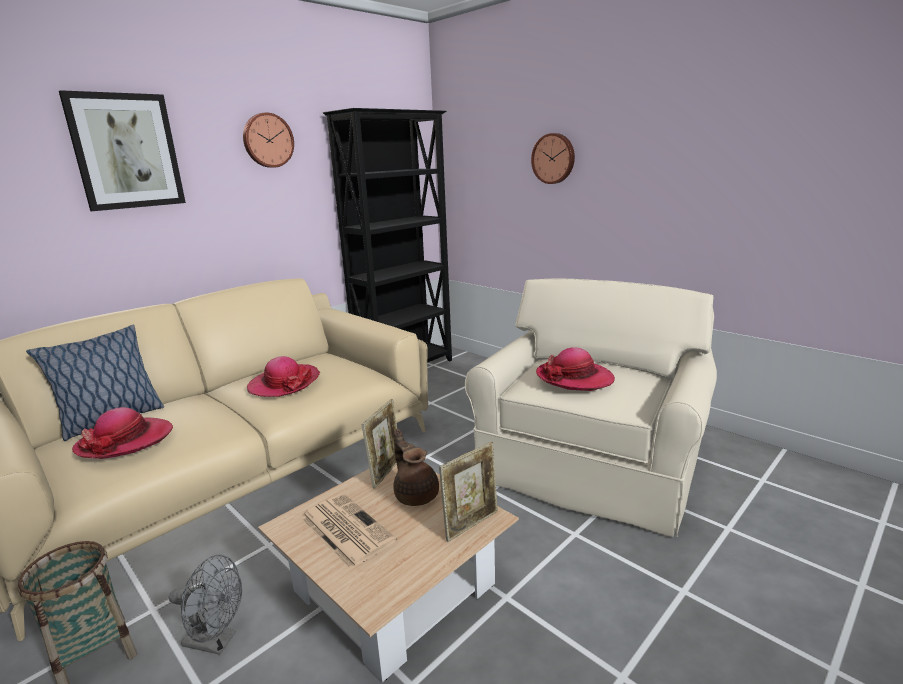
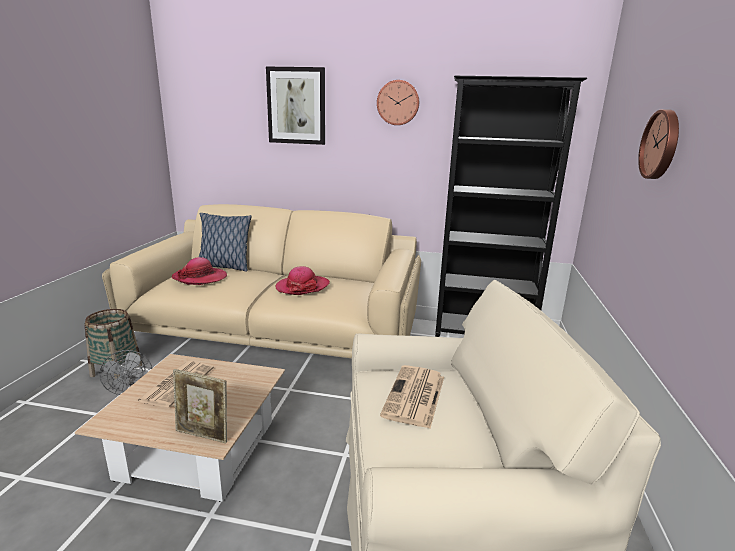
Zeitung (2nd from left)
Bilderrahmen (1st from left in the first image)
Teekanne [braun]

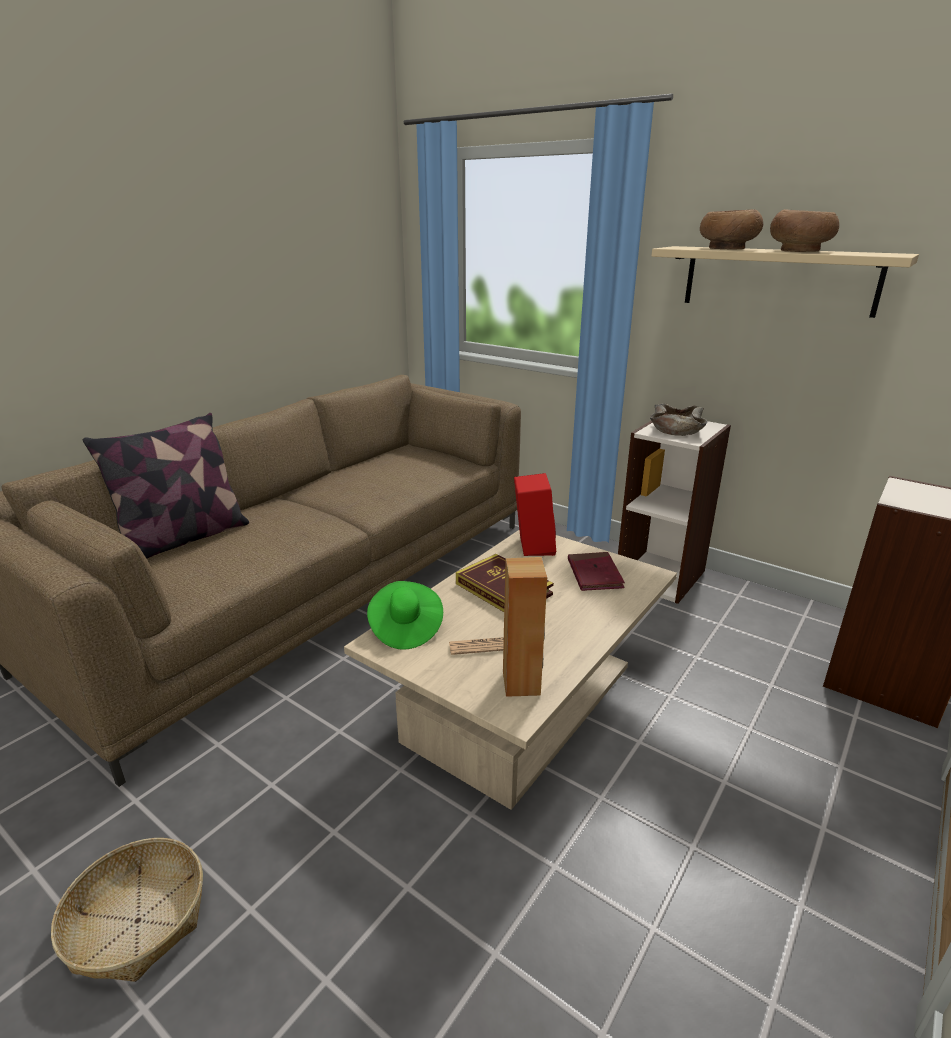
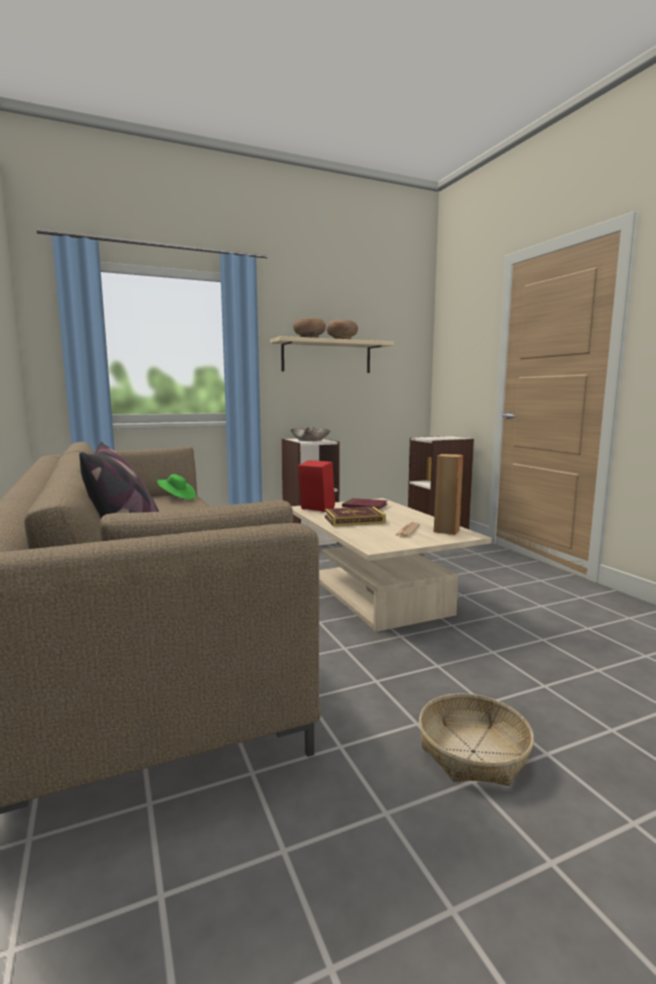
Hut [grün]

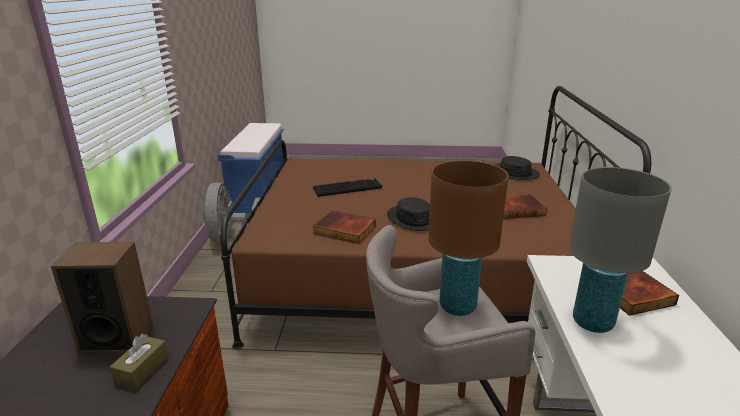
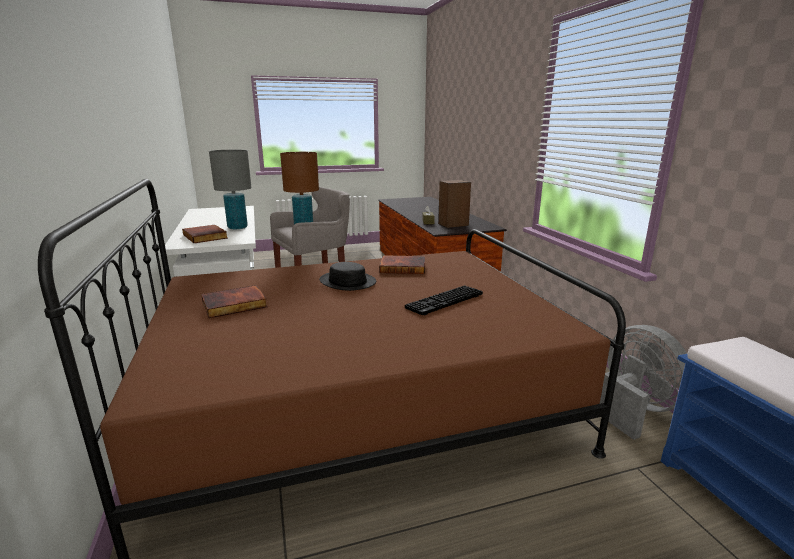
Hut [schwarz] (2nd from left in the first image)

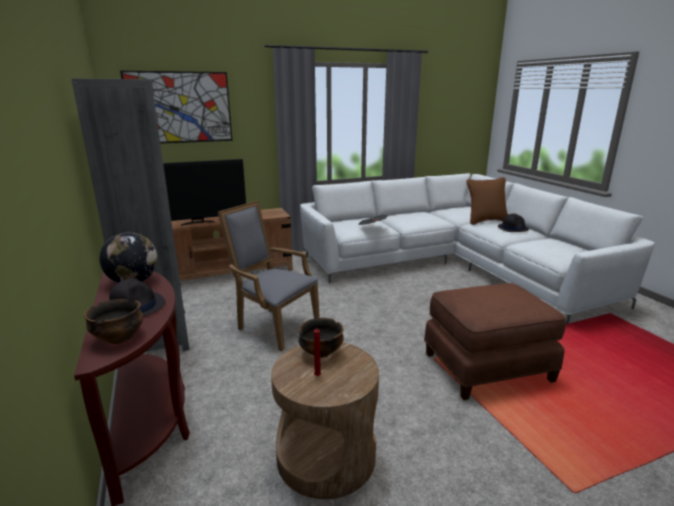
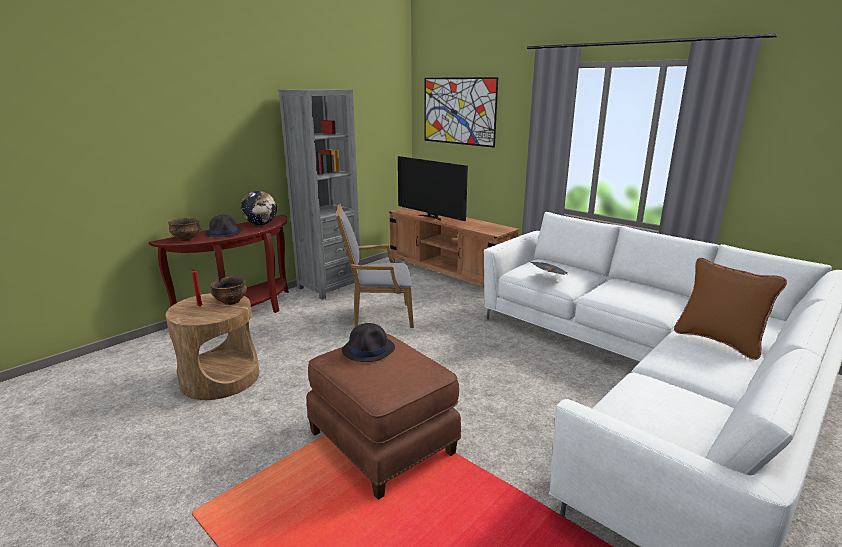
Sessel [grau]
Hut [schwarz] (2nd from left)

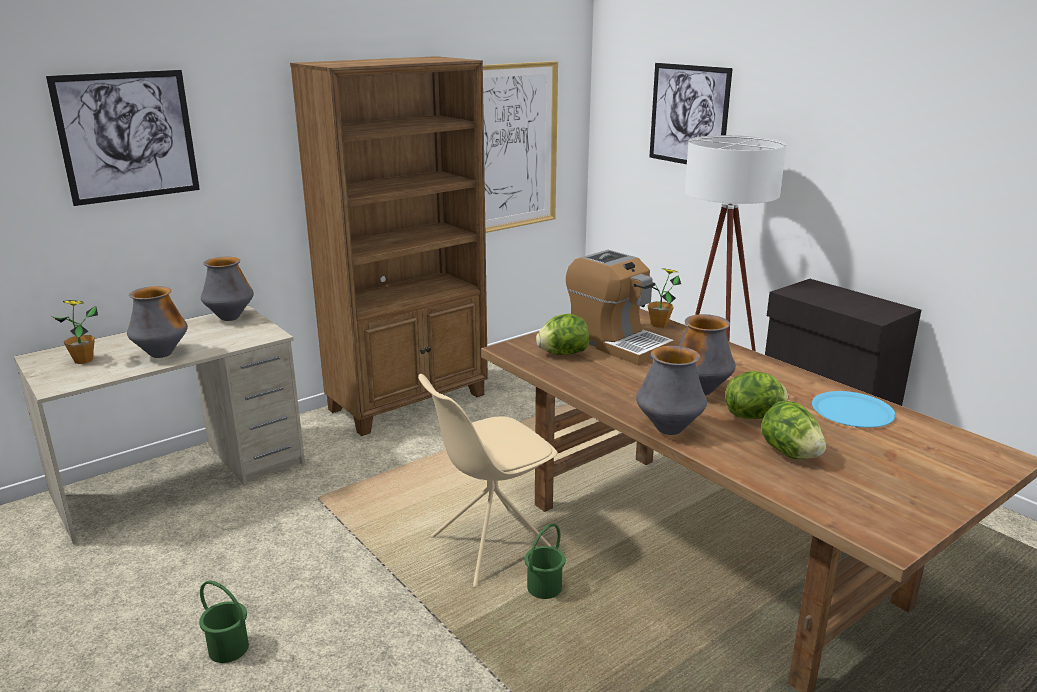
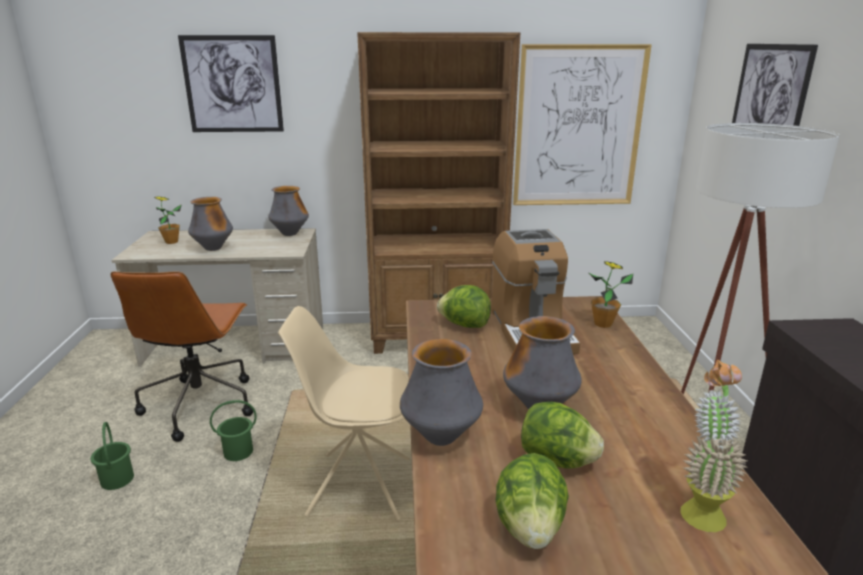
Bürostuhl [braun]
Eimer [grün] (2nd from left)
Topfpflanze (3rd from left)

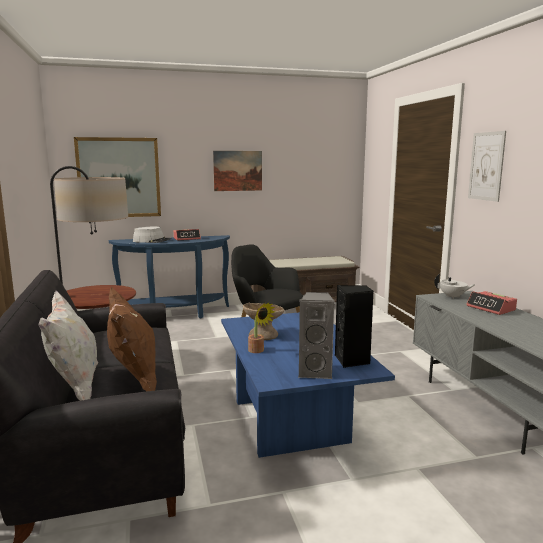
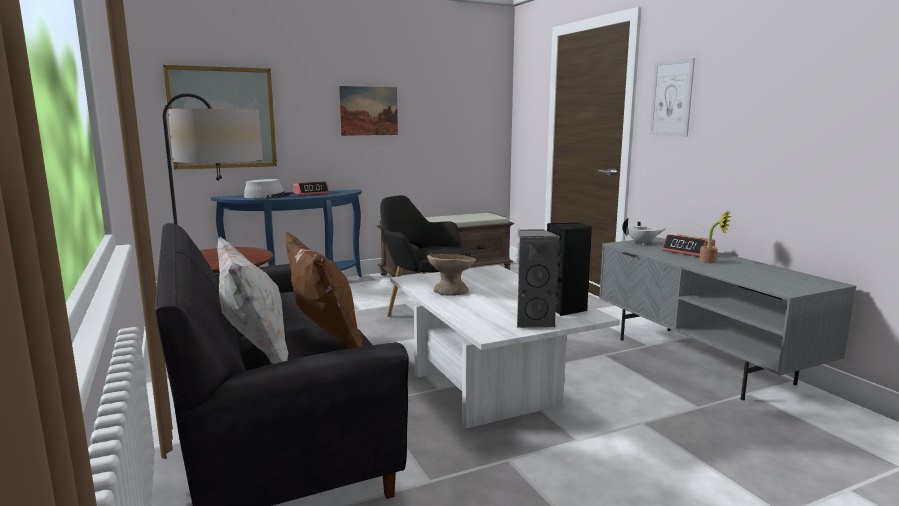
Couchtisch [weiß]
Topfpflanze

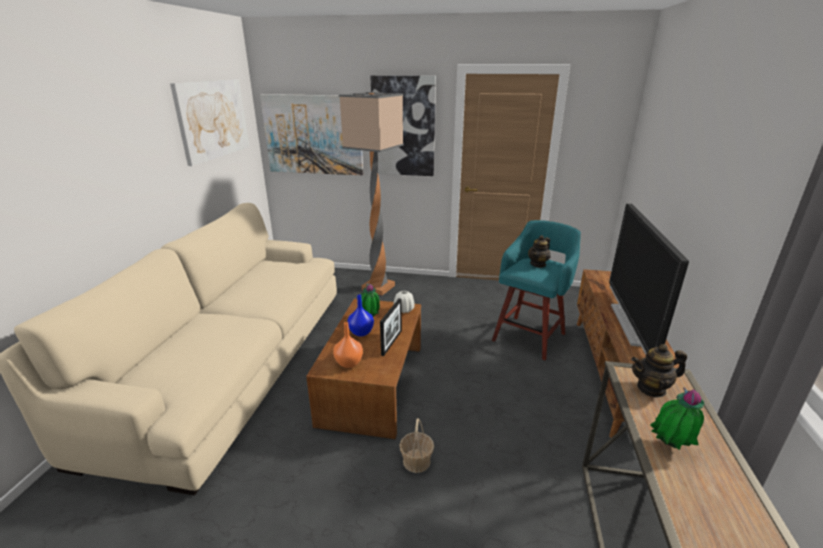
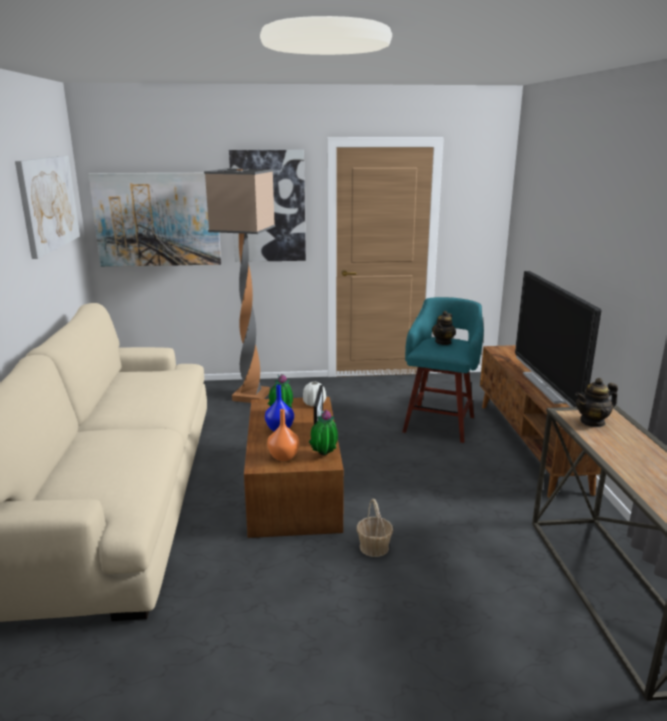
Topfpflanze (2nd from left)

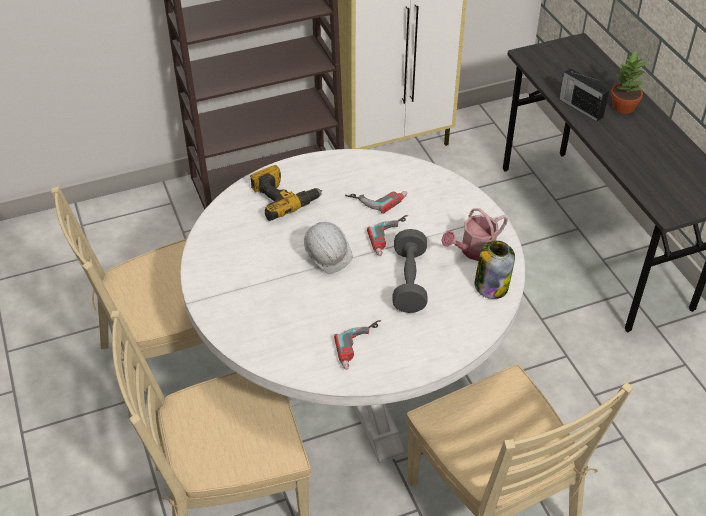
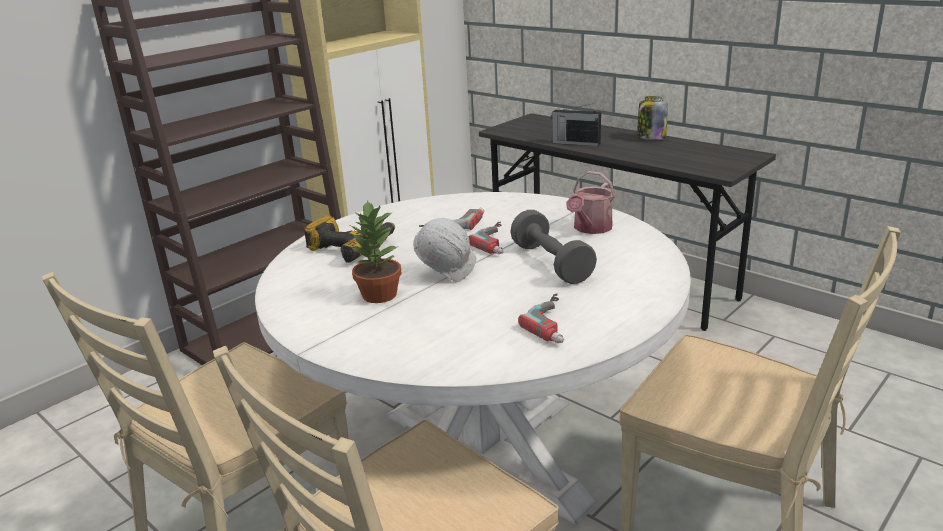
Topfpflanze
Vorratsglas

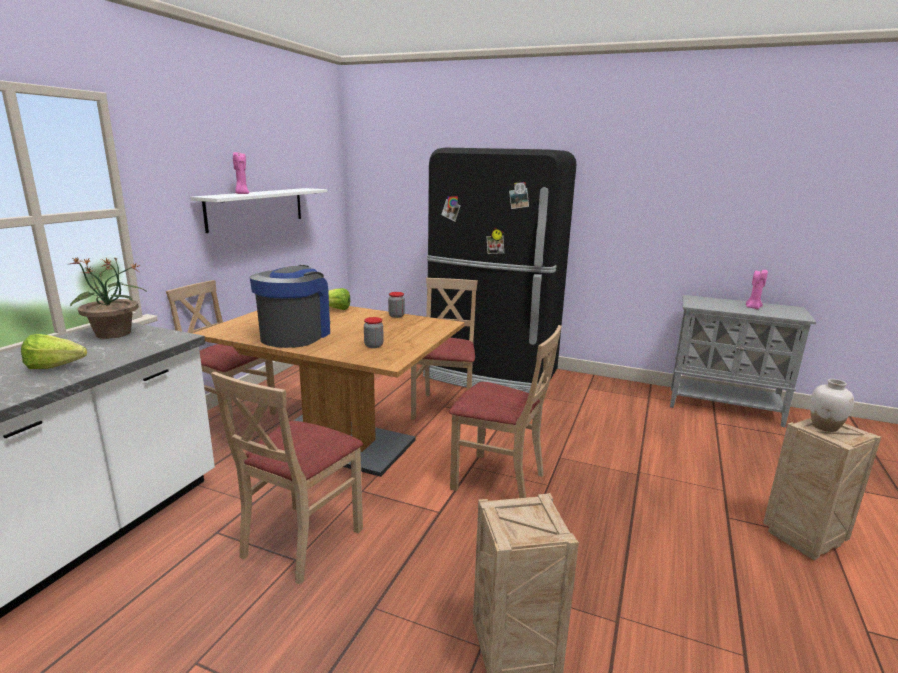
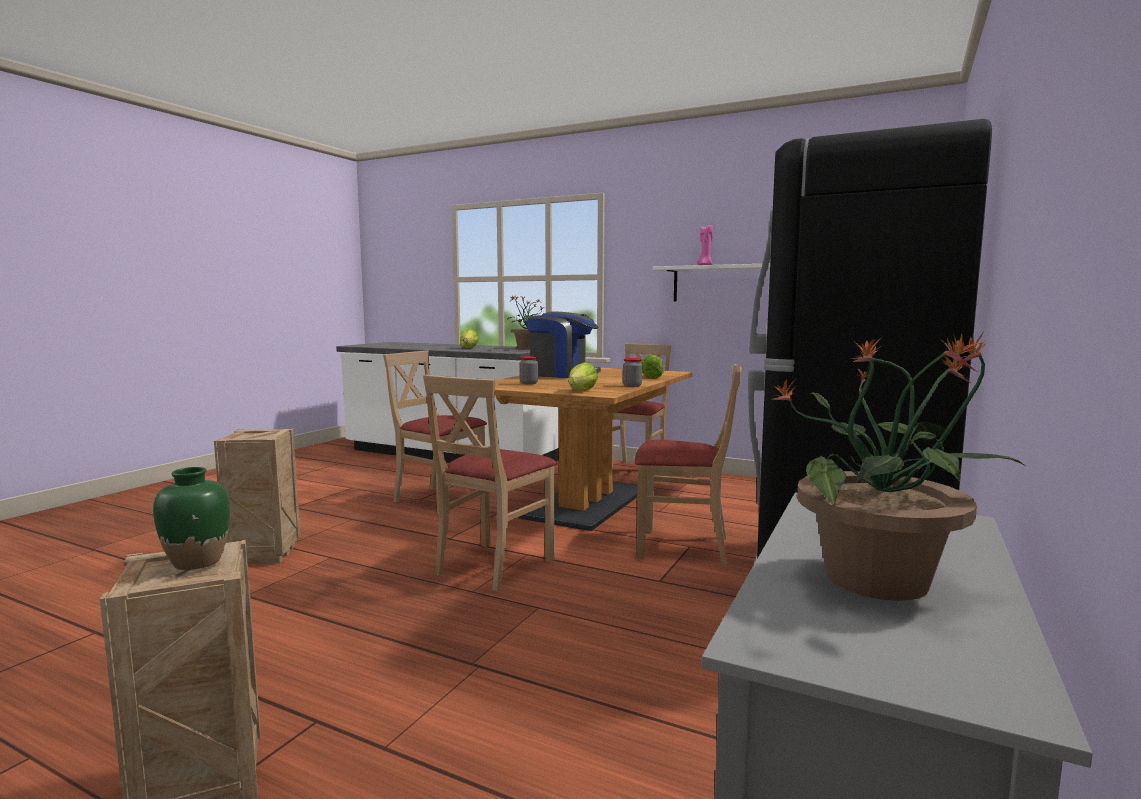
Vase [grün]
Salatkopf (2nd from left)
Topfpflanze (2nd from left)

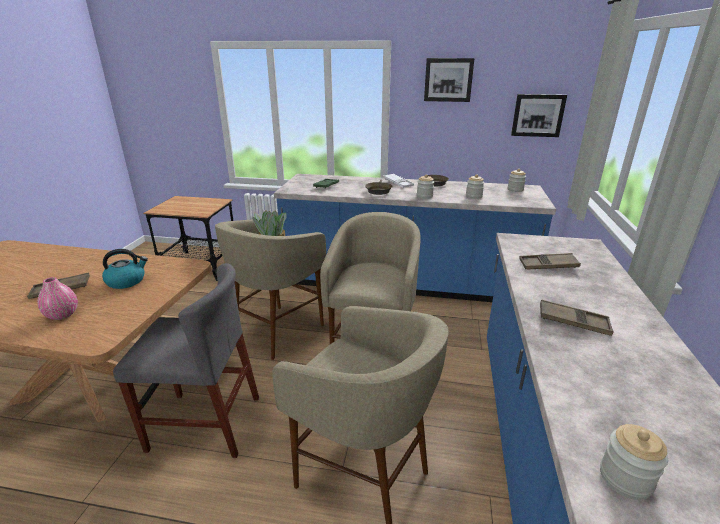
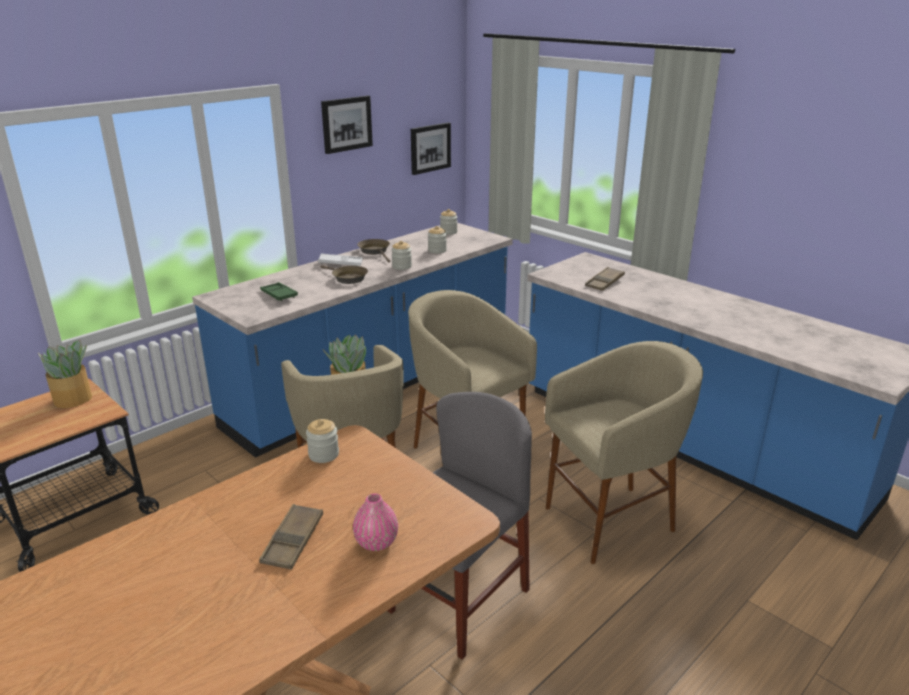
Topfpflanze (1st from left)
Vorratsglas (1st from left)
Wasserkessel
Tablett [braun] (3rd from left in the first image)

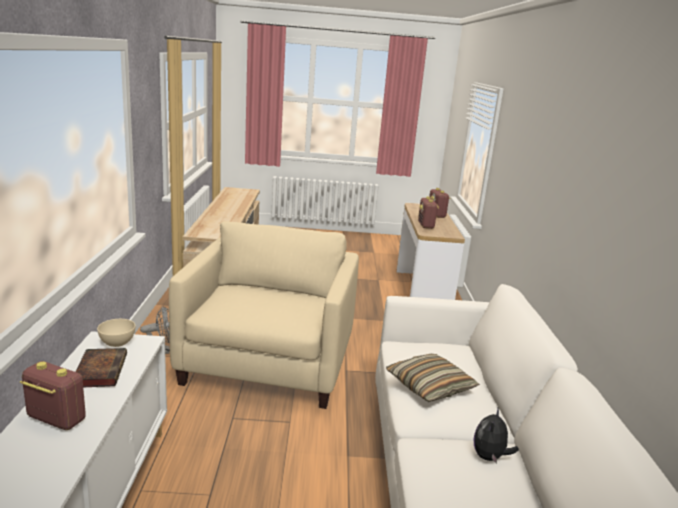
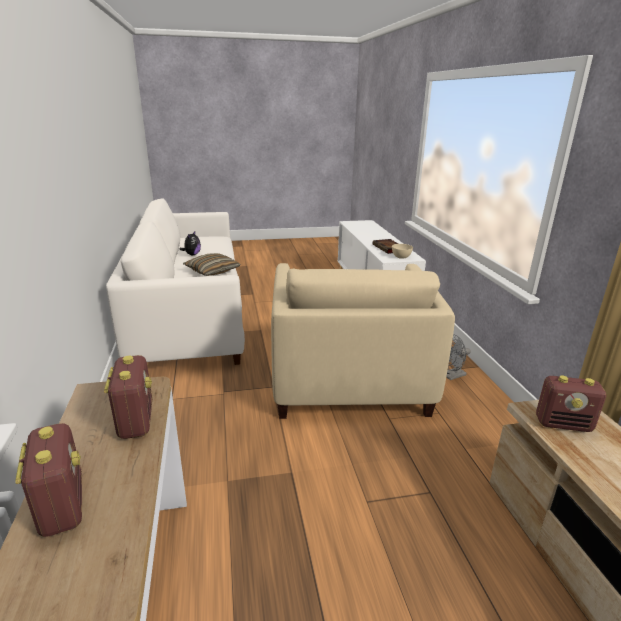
Radio (3rd from left)

